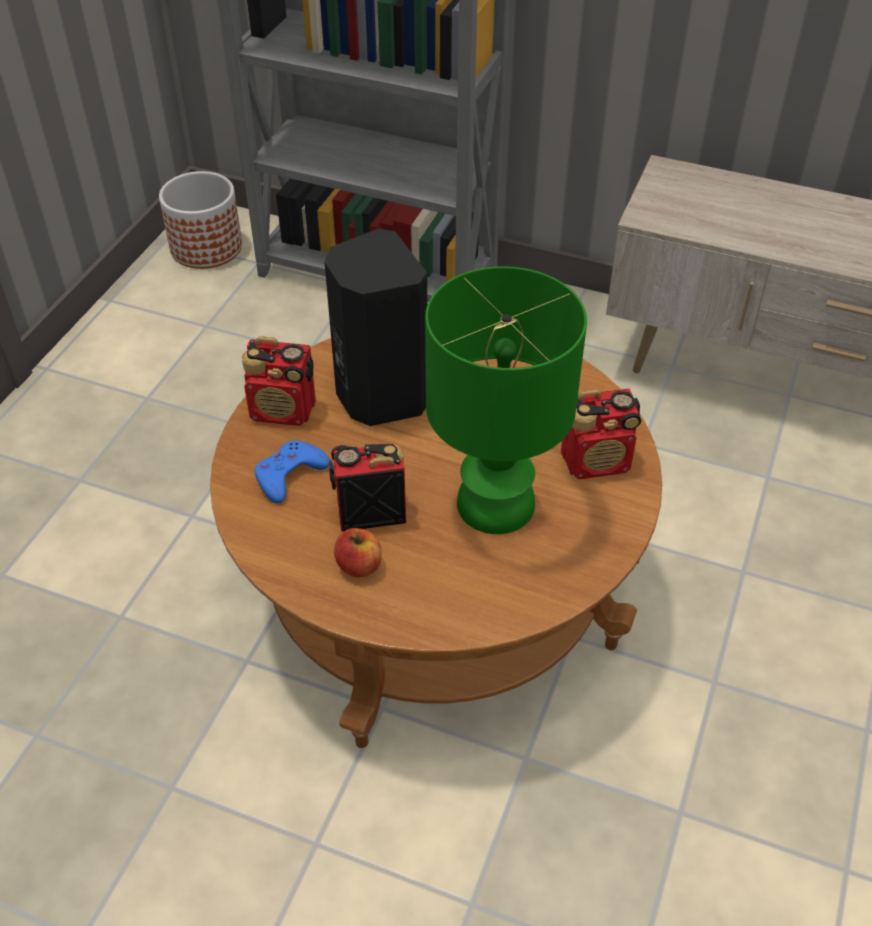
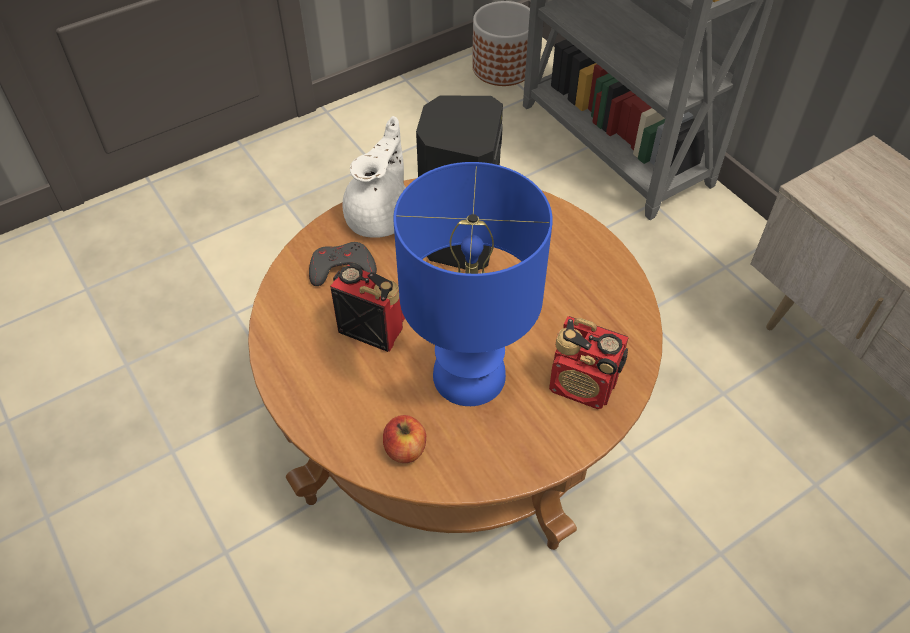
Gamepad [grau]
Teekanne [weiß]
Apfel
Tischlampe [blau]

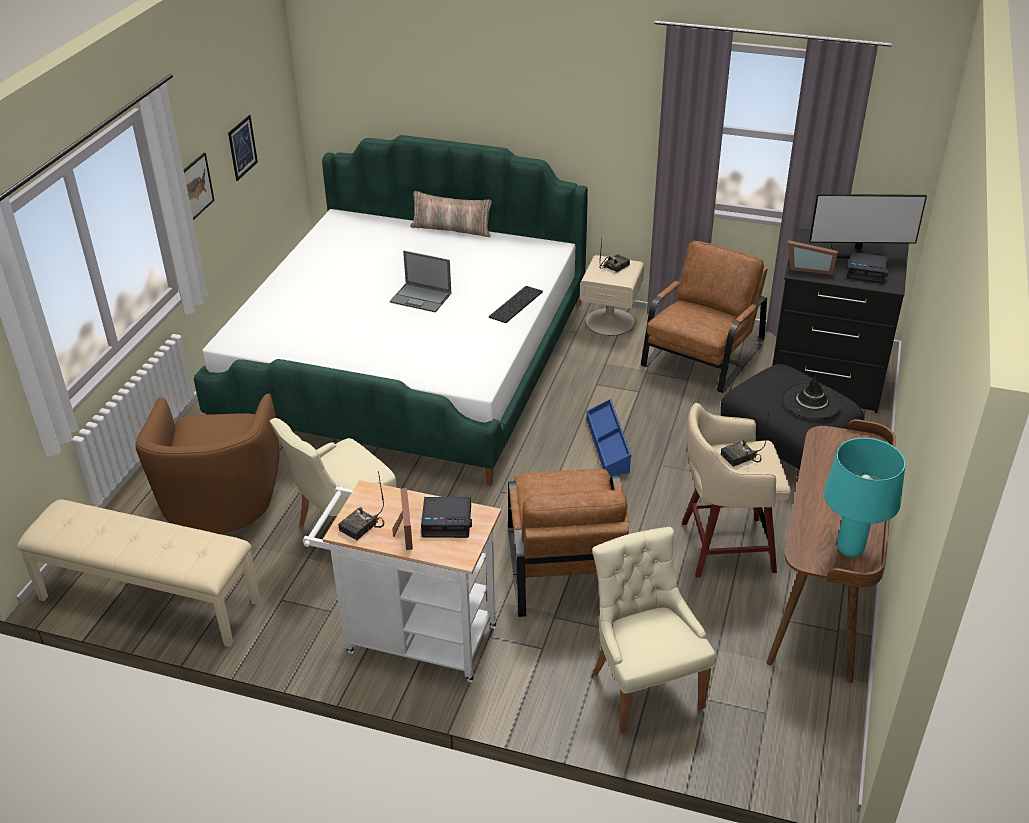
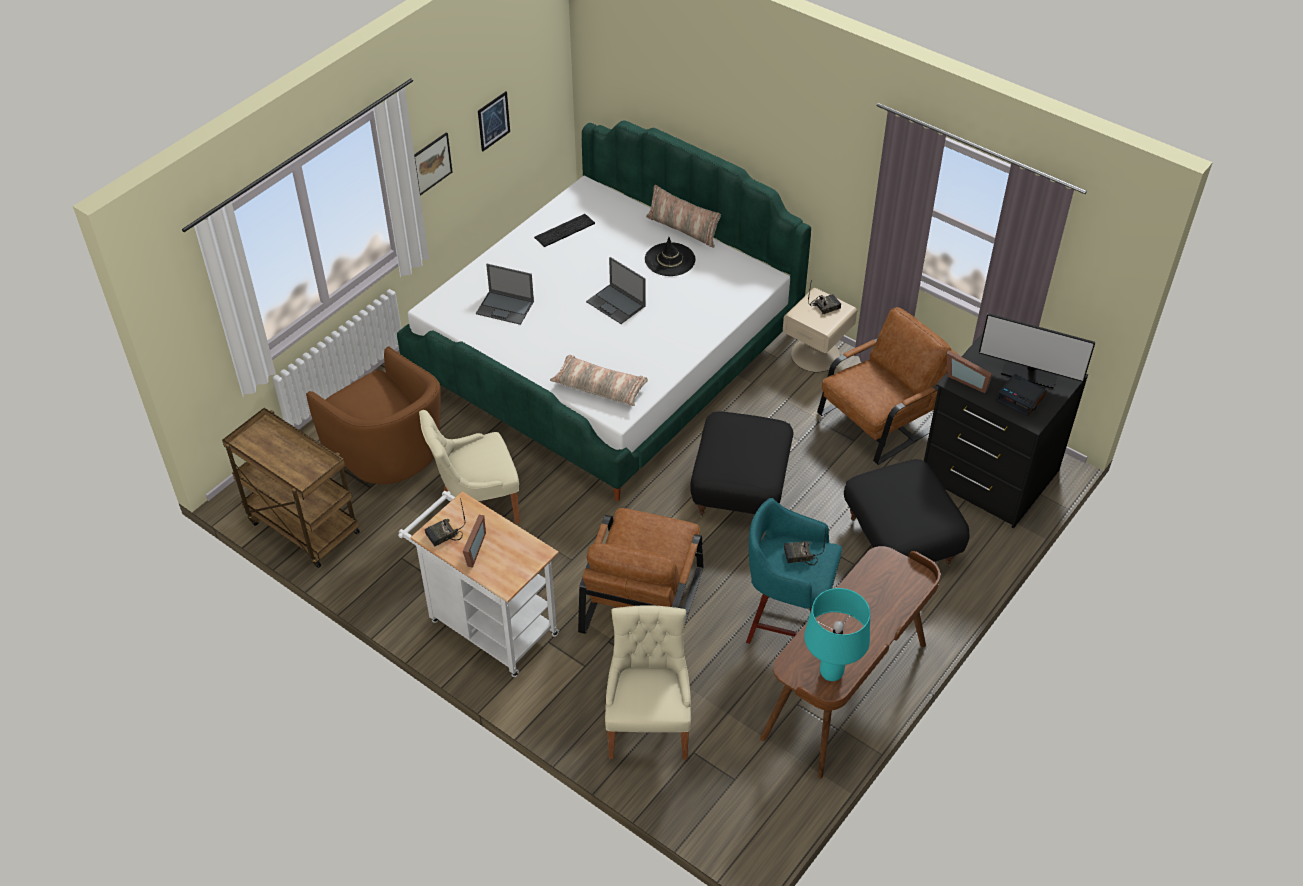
Rollwagen [braun]
Sessel [braun] (1st from left)
Laptop (1st from left)
Tastatur
Kissen (1st from left)
Hut [schwarz]
Polsterhocker [schwarz] (1st from left)
Hocker [türkis]
Wecker (1st from left in the first image)

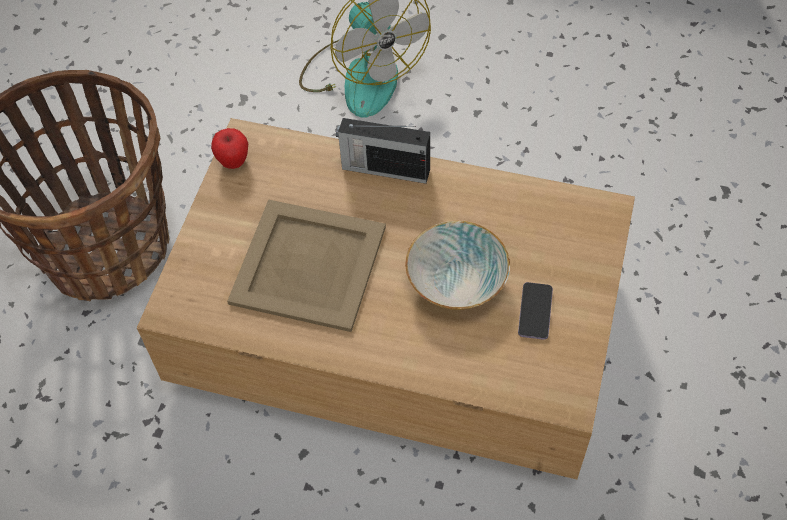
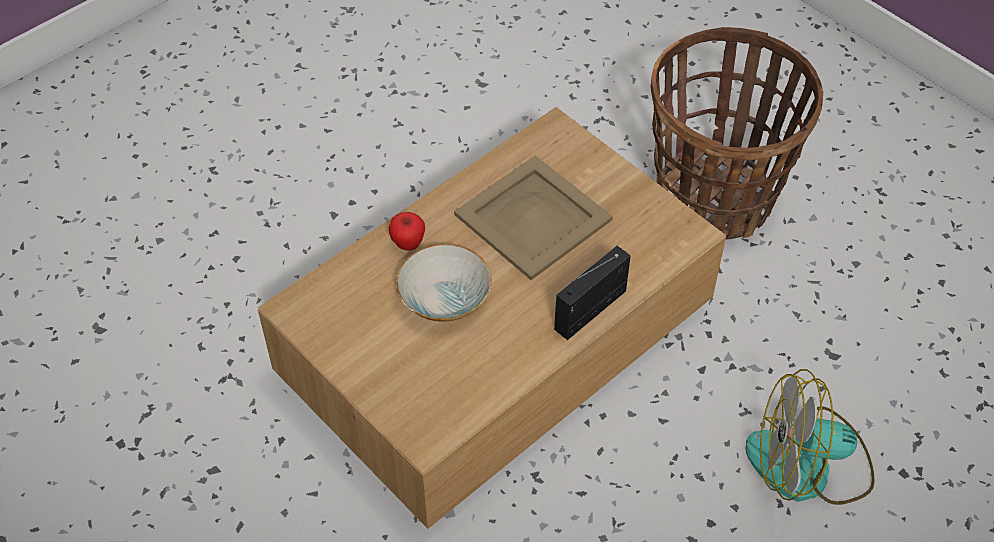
Apfel
Handy

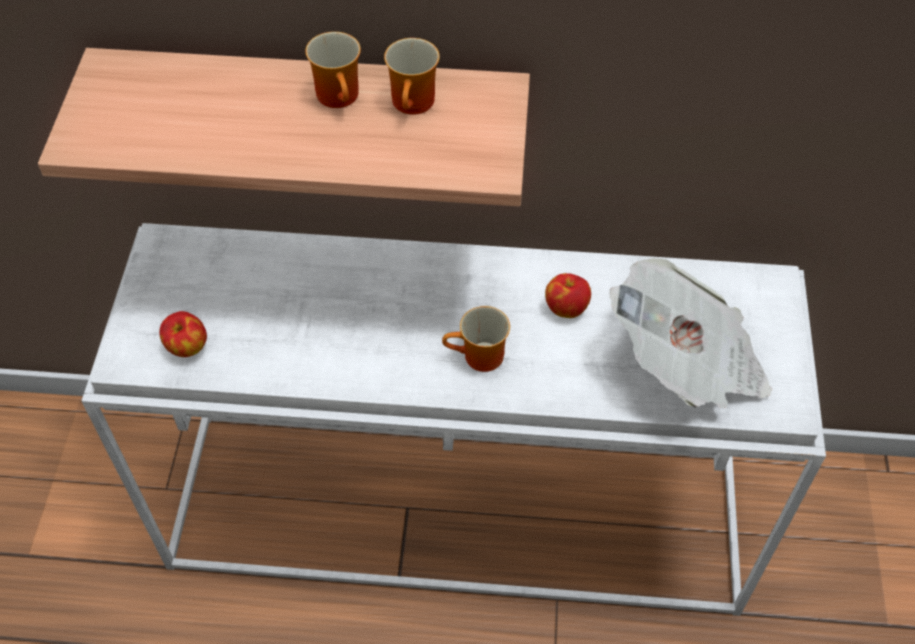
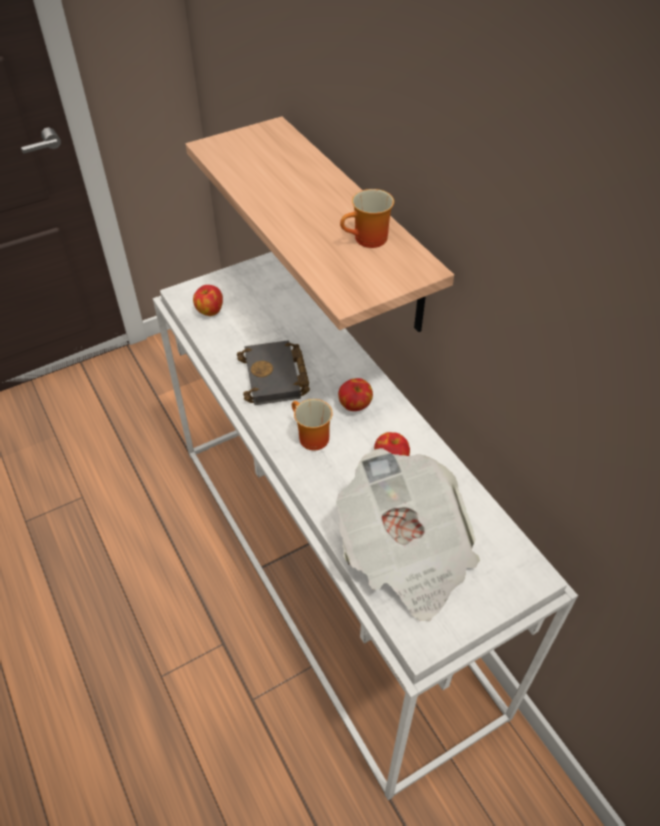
Buch [schwarz]
Apfel (2nd from left)
Henkelbecher (1st from left in the first image)

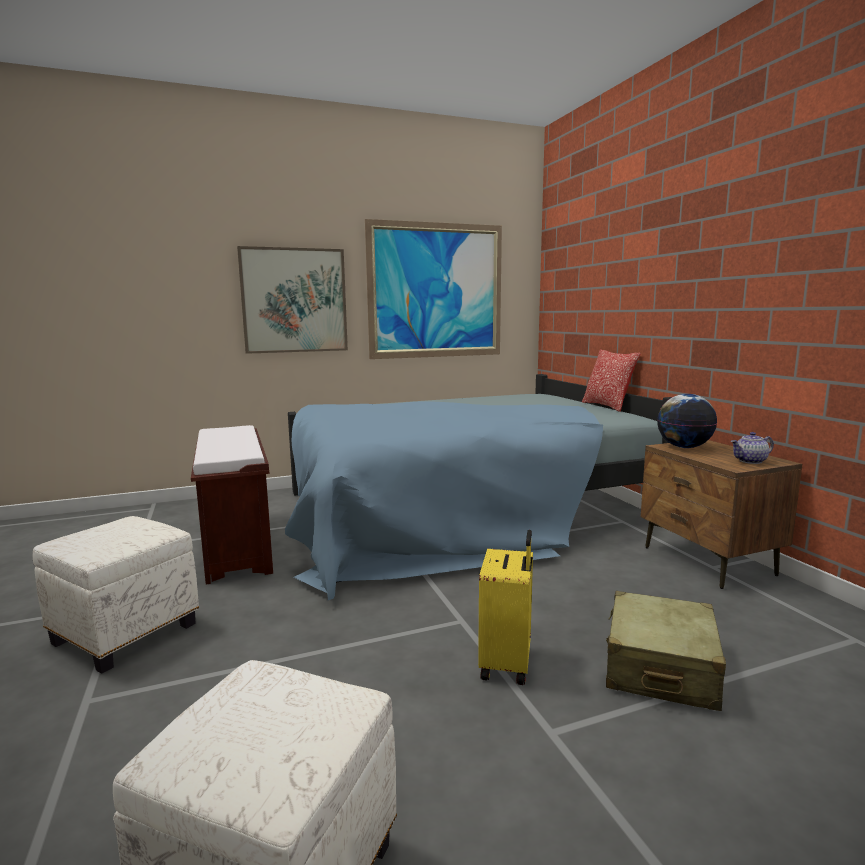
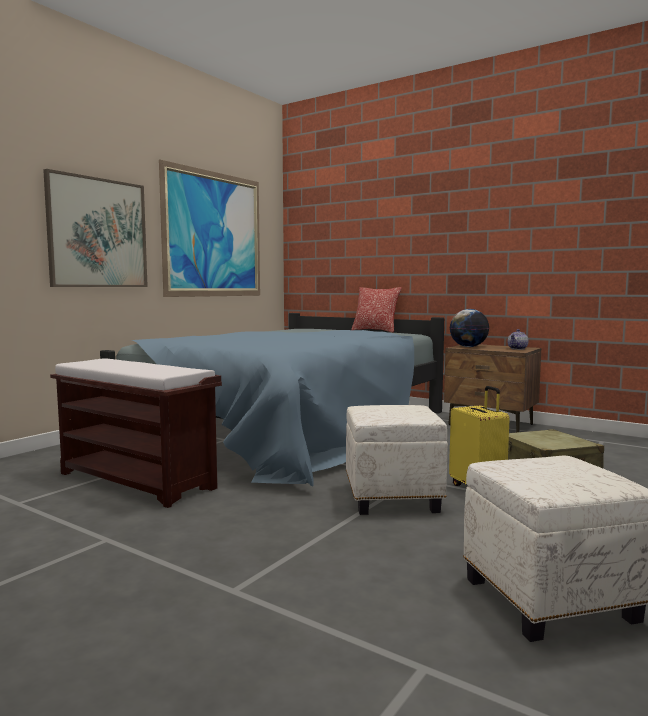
Polsterhocker [weiß] (1st from left)

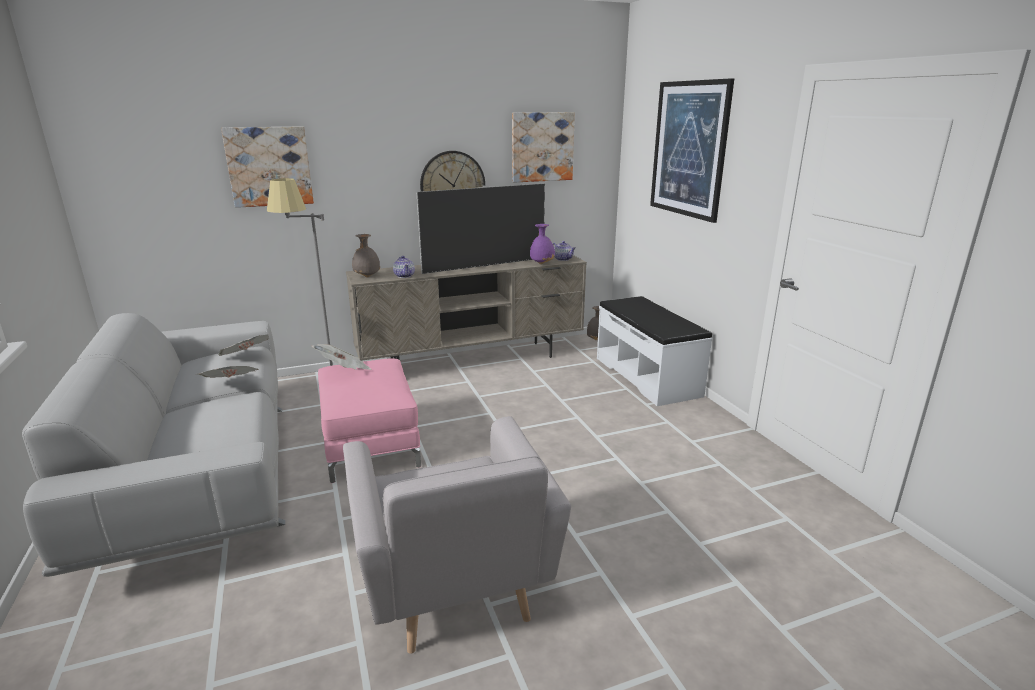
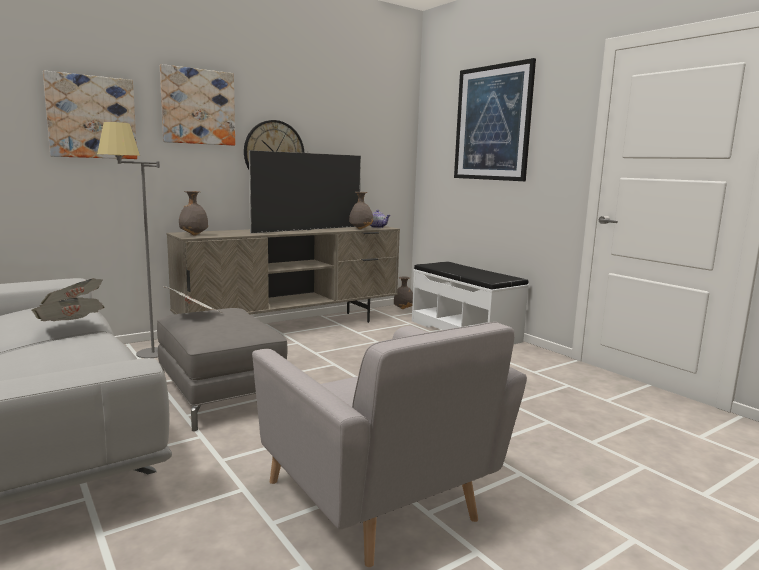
Polsterhocker [grau]
Bild (2nd from left)
Vase [grau] (2nd from left)
Teekanne (1st from left in the first image)

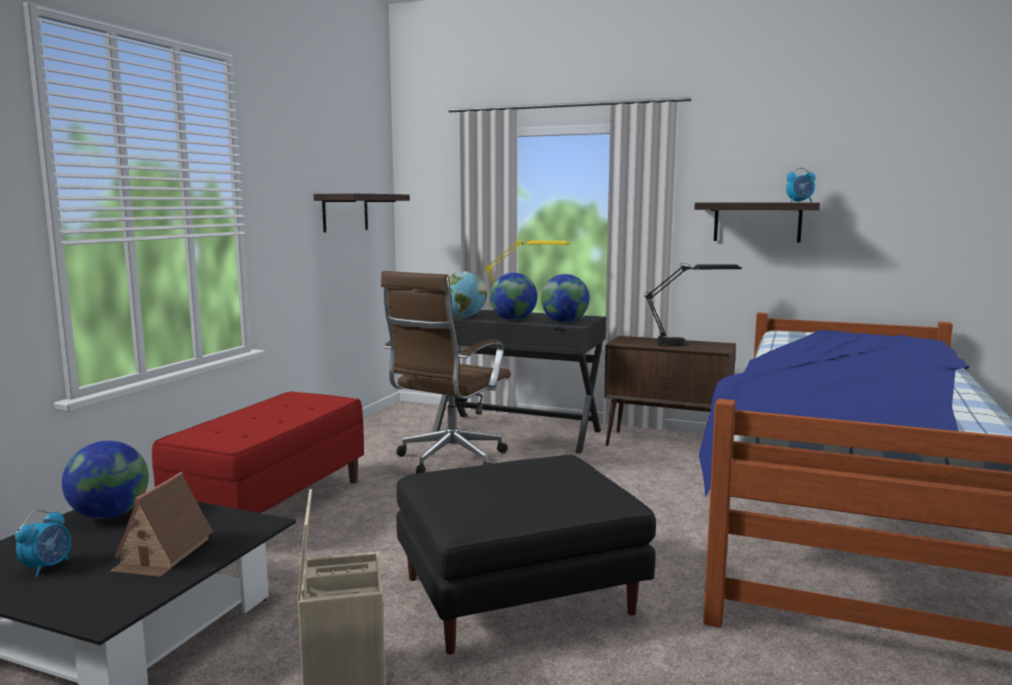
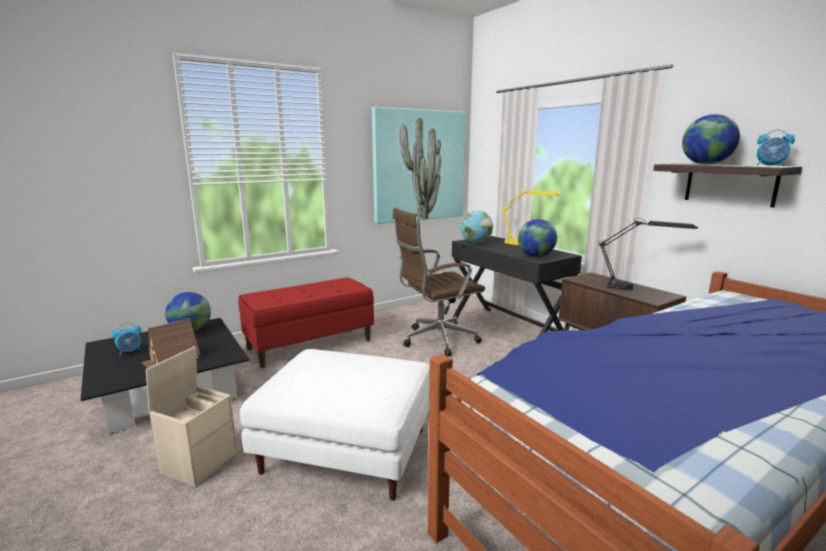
Polsterhocker [weiß]
Bild
Globus (4th from left)

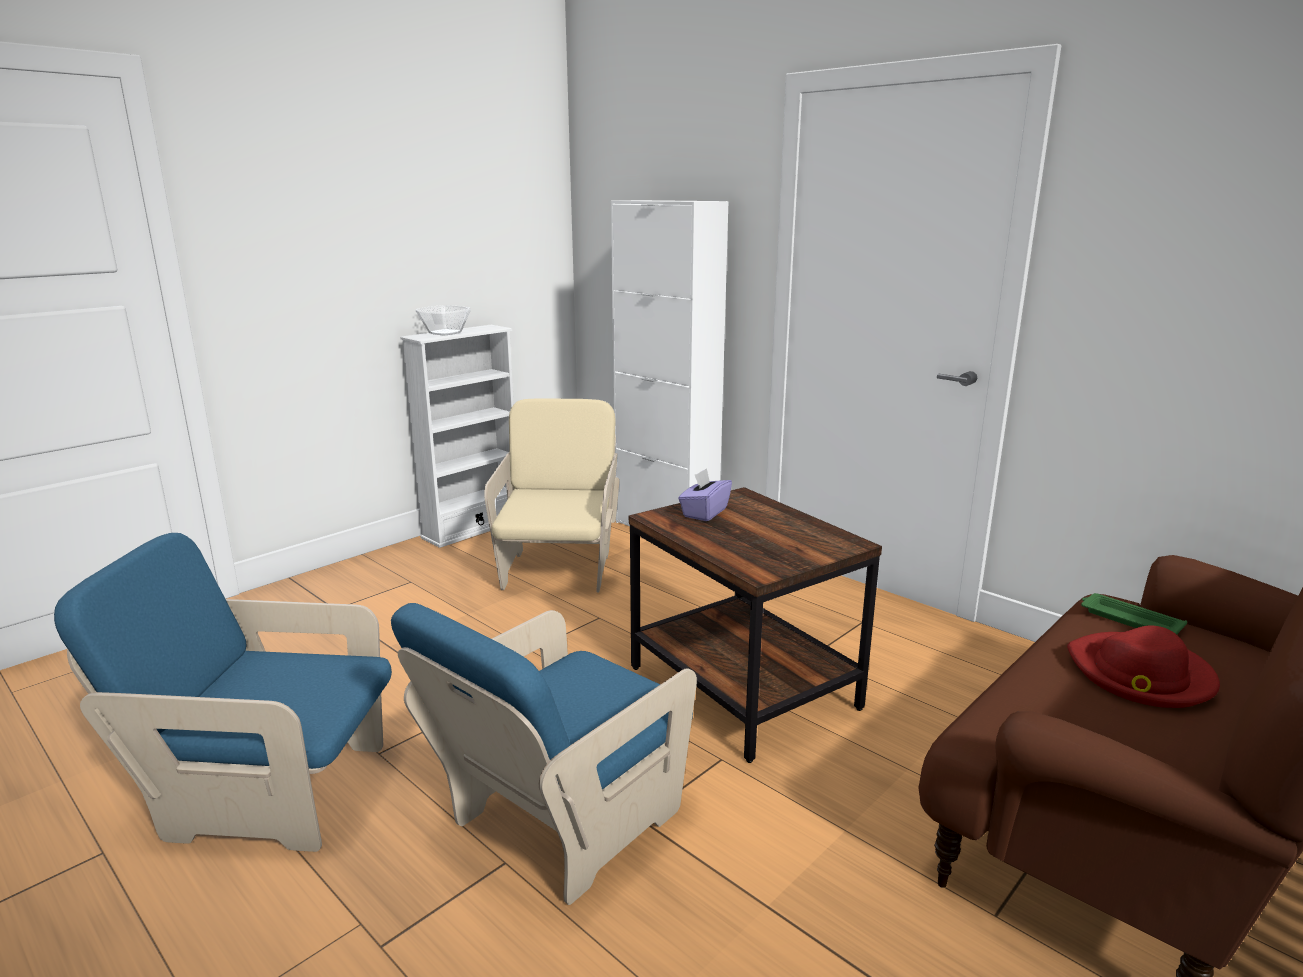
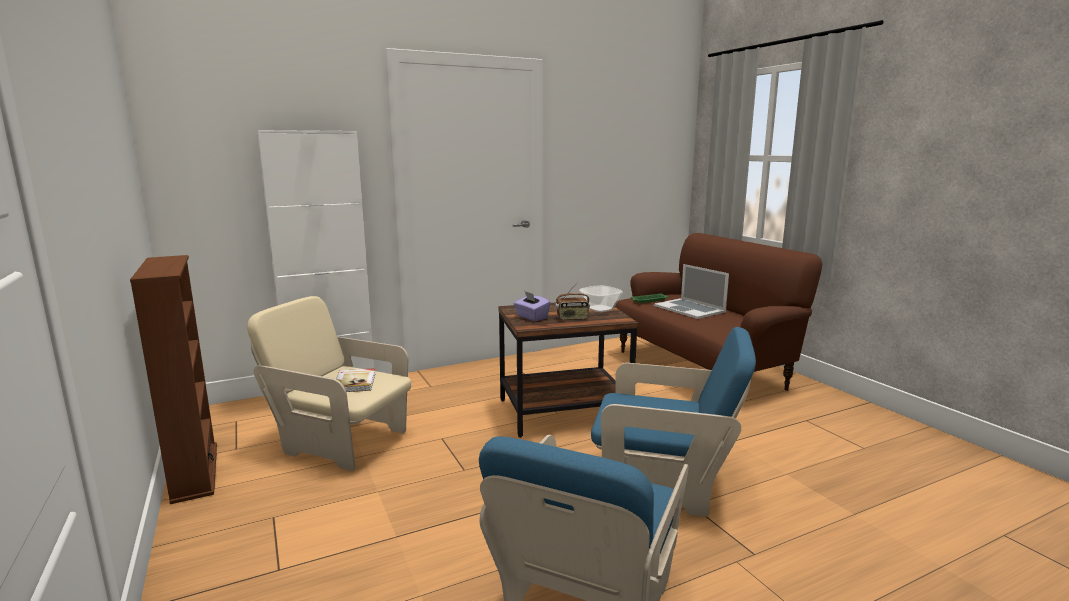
Bücherregal [braun]
Buch
Radio
Schüssel
Sessel [blau] (2nd from left)
Laptop

